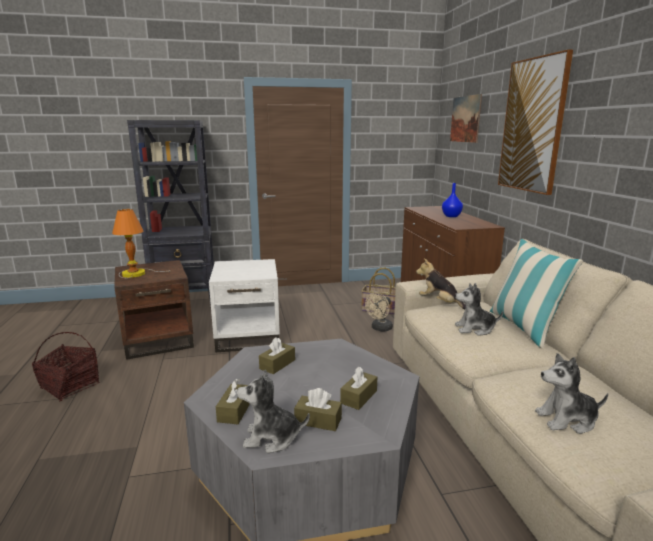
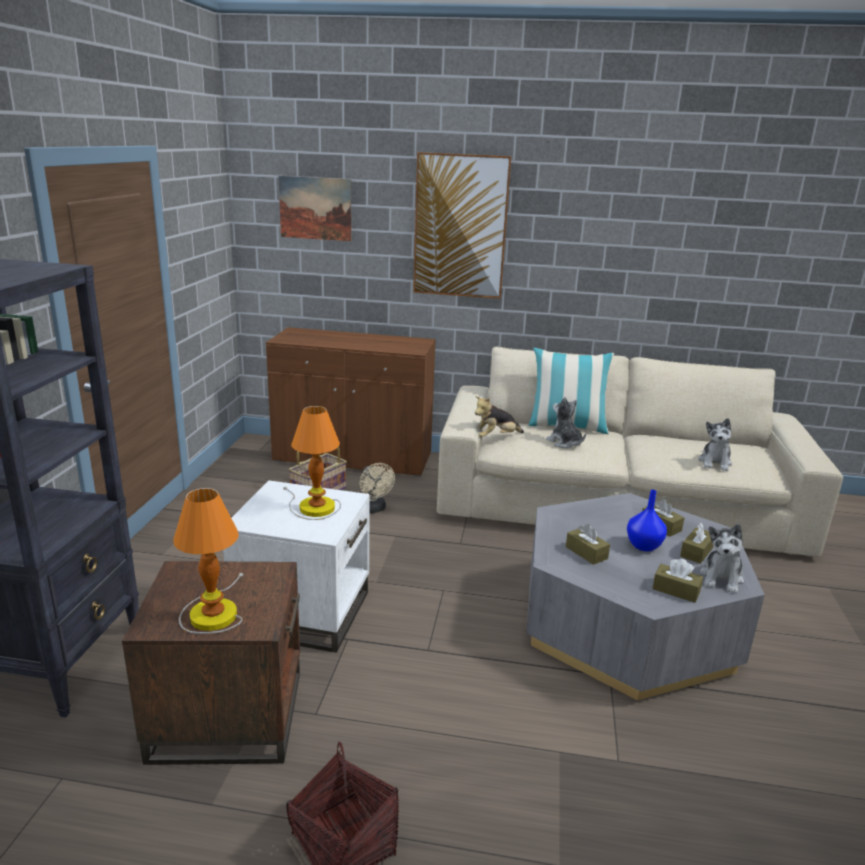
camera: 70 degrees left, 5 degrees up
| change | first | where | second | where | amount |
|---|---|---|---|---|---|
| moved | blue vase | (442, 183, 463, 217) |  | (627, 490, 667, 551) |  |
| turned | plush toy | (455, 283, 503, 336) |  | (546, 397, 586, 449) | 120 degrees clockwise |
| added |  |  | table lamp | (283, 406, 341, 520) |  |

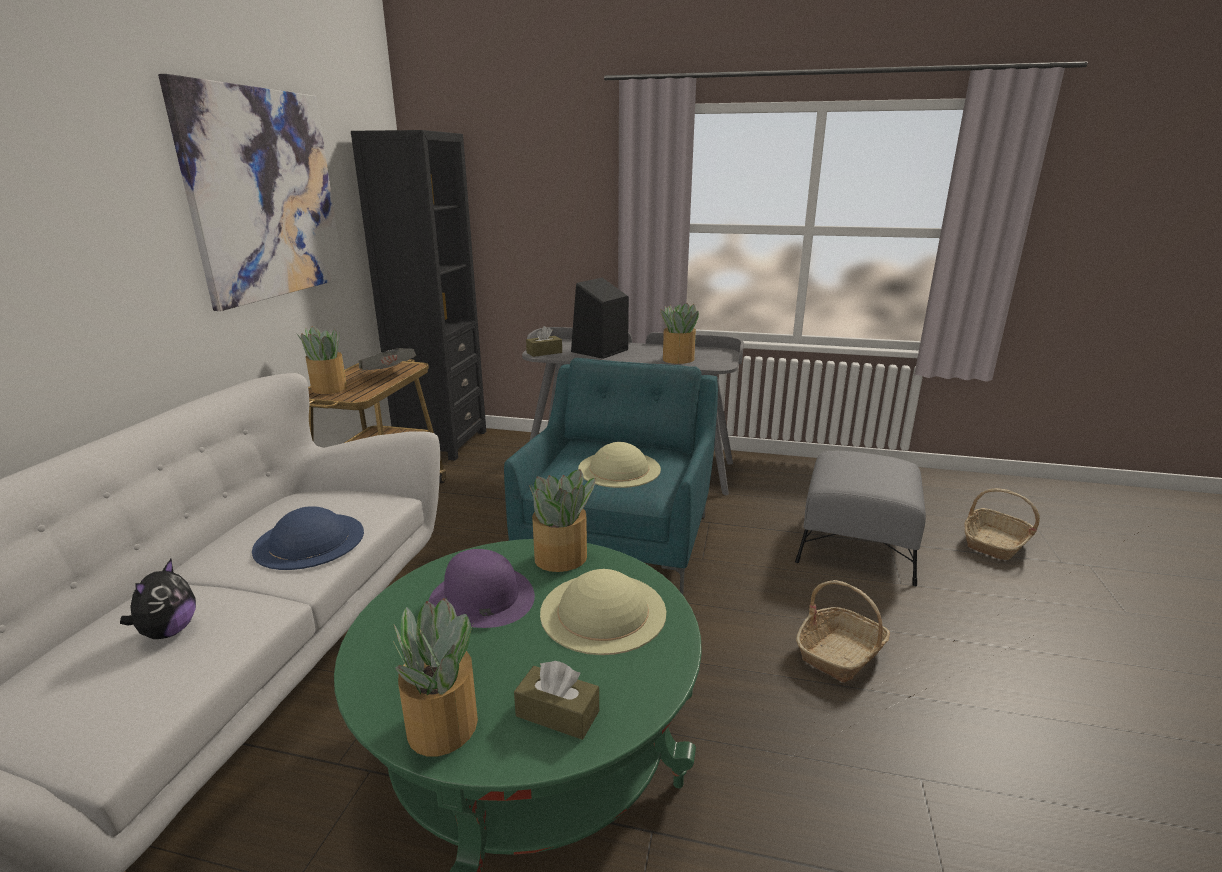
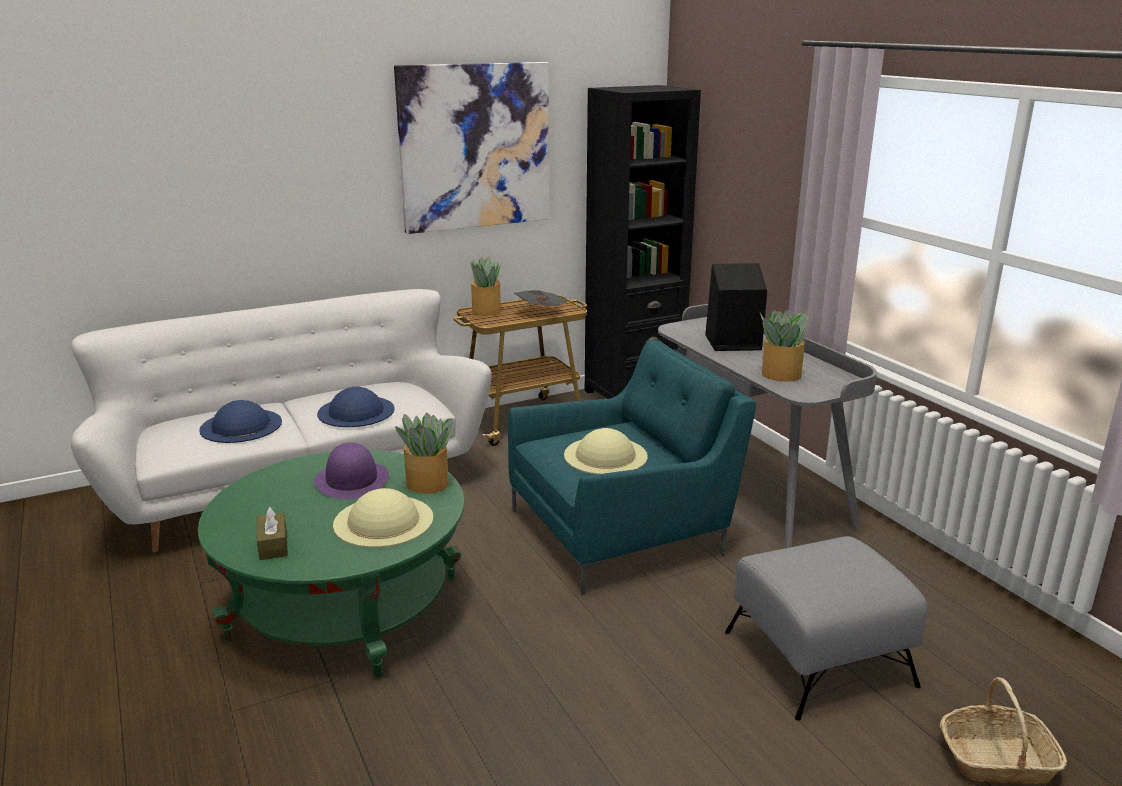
camera: 50 degrees right, 0 degrees up
| change | first | where | second | where | amount |
|---|---|---|---|---|---|
| removed | brown tissue box | (526, 326, 562, 357) |  |  |  |
| replaced | plush toy | (120, 559, 196, 639) | blue hat | (199, 400, 282, 443) |  |
| removed | basket | (796, 580, 890, 683) |  |  |  |
| removed | potted plant | (393, 598, 478, 757) |  |  |  |

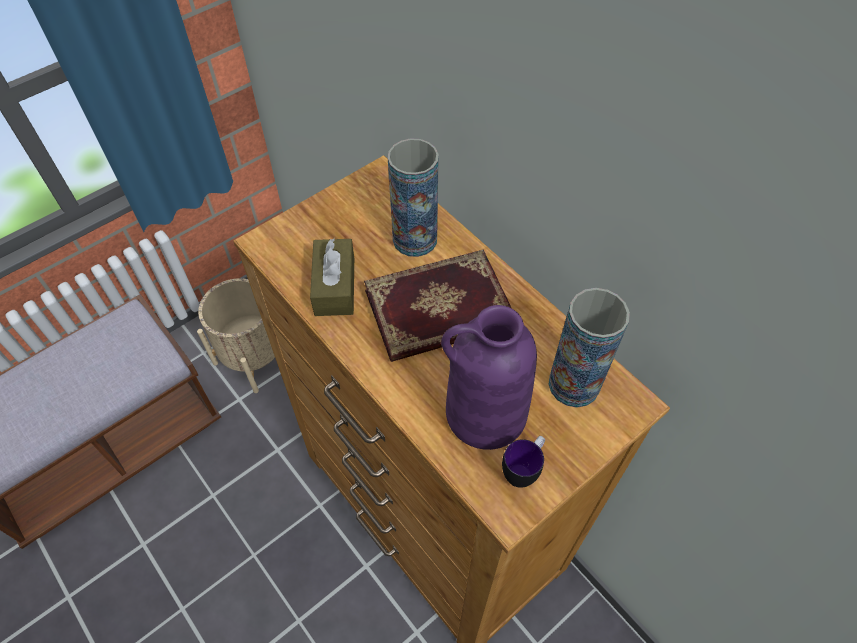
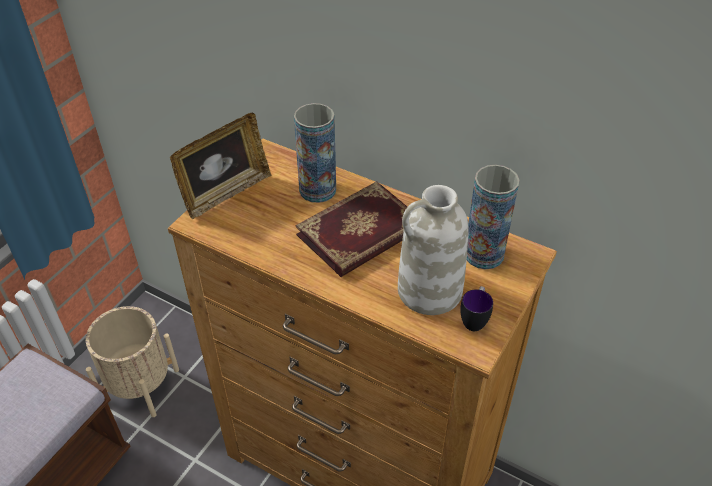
camera: 20 degrees left, 10 degrees down
| change | first | where | second | where | amount |
|---|---|---|---|---|---|
| removed | brown tissue box | (310, 238, 354, 316) |  |  |  |
| recoloured | purple vase | (441, 305, 537, 450) | white vase | (398, 185, 469, 315) |  |
| added |  |  | picture frame | (170, 113, 271, 219) |  |

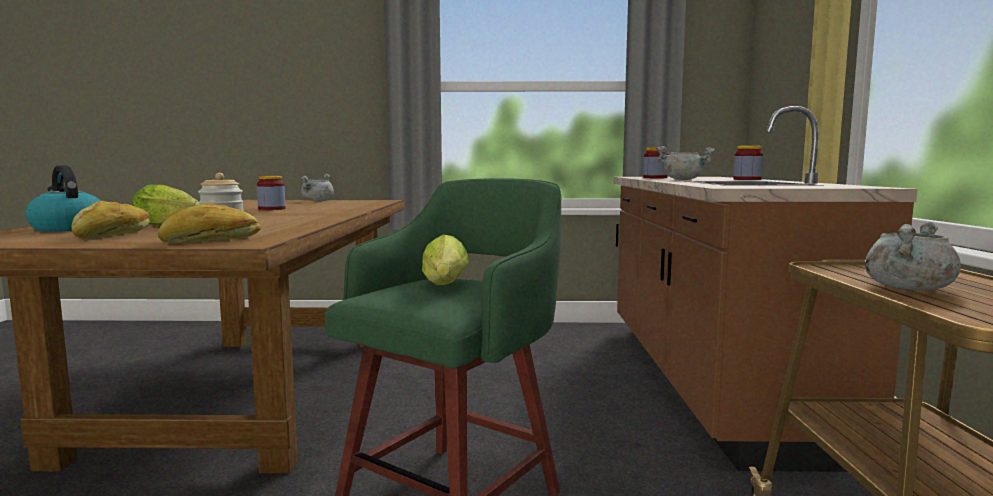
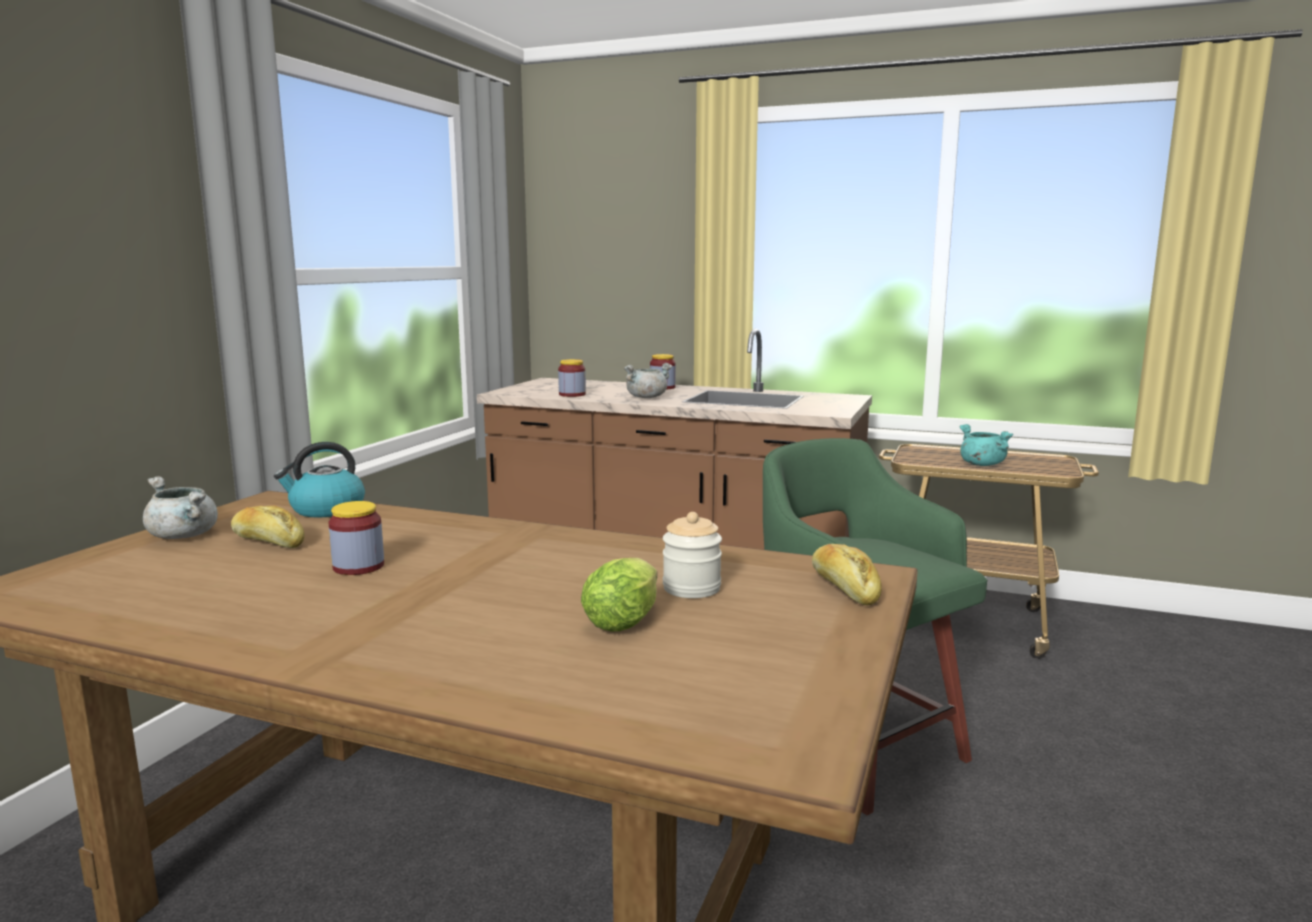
camera: 70 degrees left, 5 degrees up
| change | first | where | second | where | amount |
|---|---|---|---|---|---|
| moved | kettle | (25, 165, 101, 231) |  | (274, 442, 365, 518) |  |
| moved | bread | (72, 201, 150, 239) |  | (231, 505, 305, 548) |  |
| recoloured | grey cooking pot | (865, 222, 961, 290) | turquoise cooking pot | (959, 424, 1013, 466) |  |
| removed | lettuce | (422, 234, 469, 285) |  |  |  |

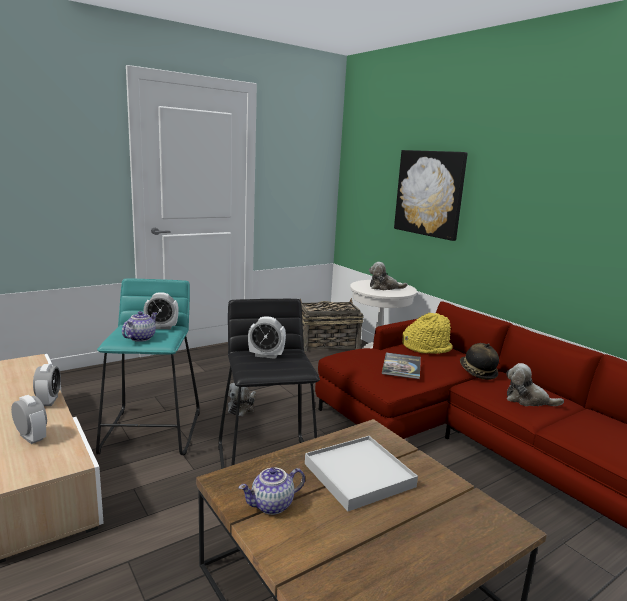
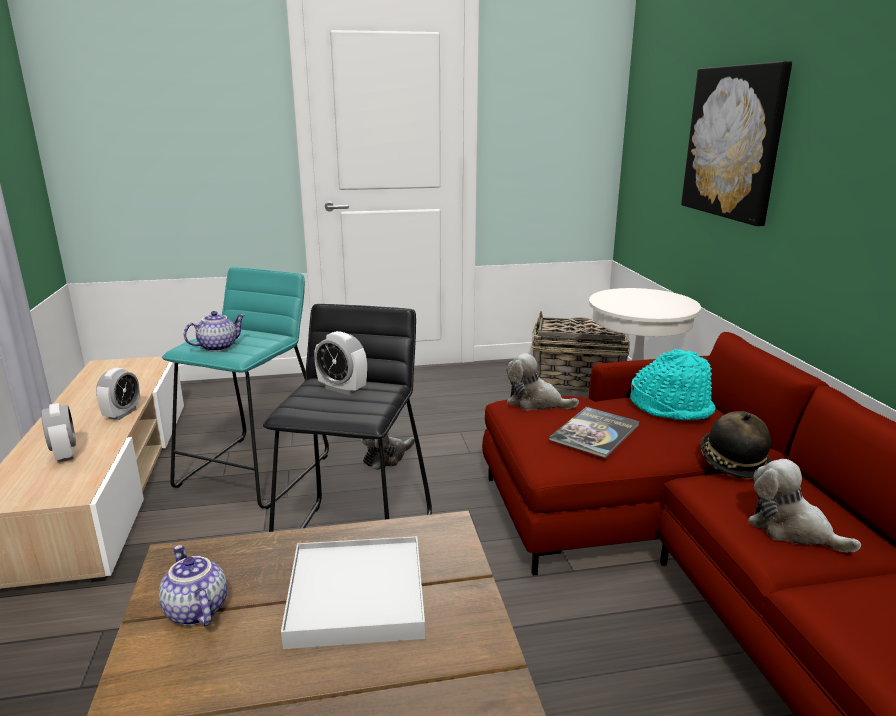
camera: 25 degrees right, 5 degrees up
| change | first | where | second | where | amount |
|---|---|---|---|---|---|
| moved | plush toy | (369, 262, 407, 290) |  | (506, 353, 579, 410) |  |
| removed | alarm clock | (144, 292, 179, 329) |  |  |  |
| recoloured | yellow hat | (402, 313, 453, 354) | turquoise hat | (630, 349, 716, 420) |  |
| turned | teapot | (239, 467, 305, 515) |  | (159, 545, 227, 626) | 60 degrees clockwise |

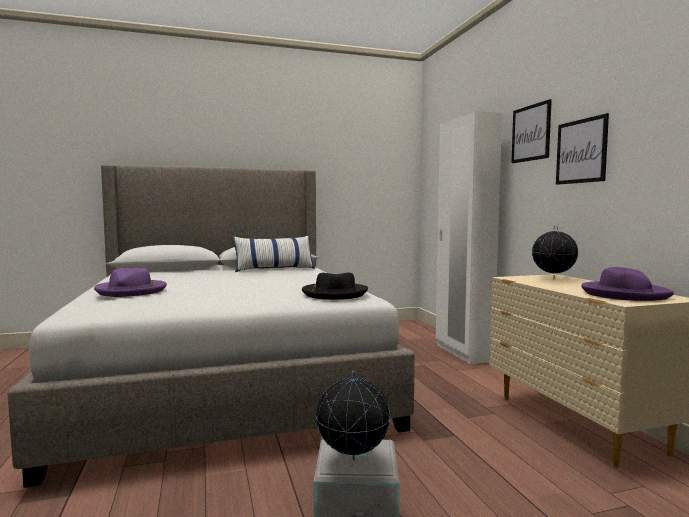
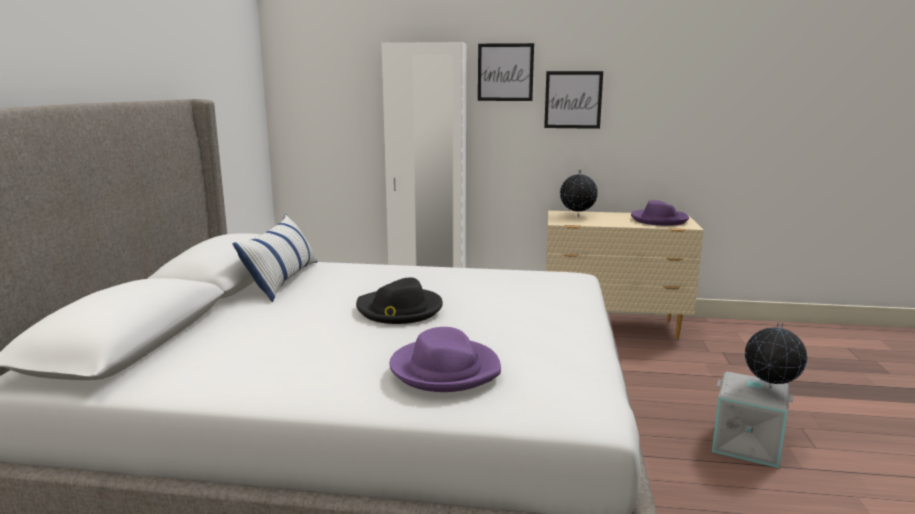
camera: 65 degrees left, 10 degrees up
| change | first | where | second | where | amount |
|---|---|---|---|---|---|
| moved | black hat | (302, 273, 368, 300) |  | (356, 278, 443, 324) |  |

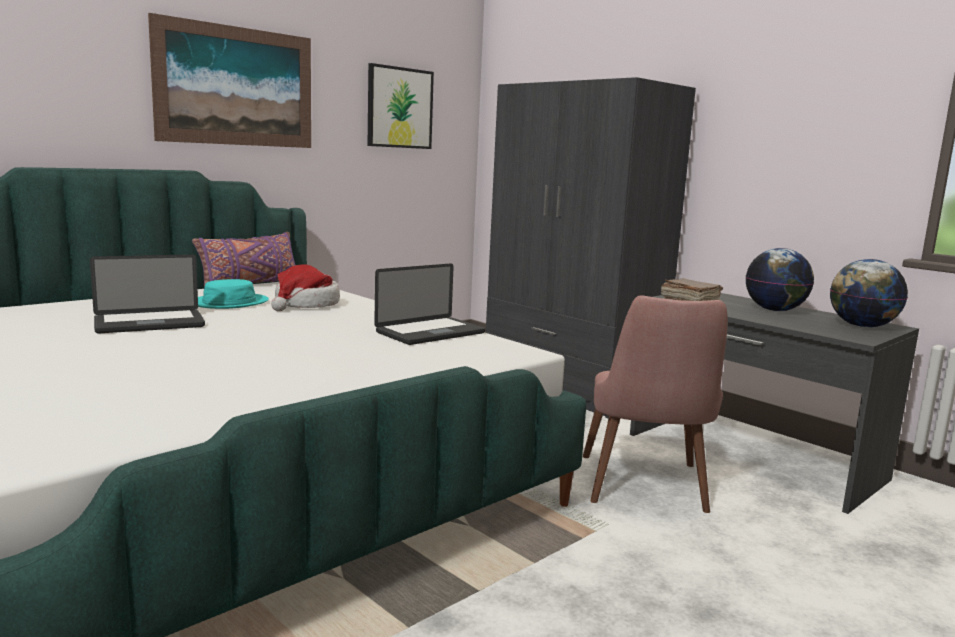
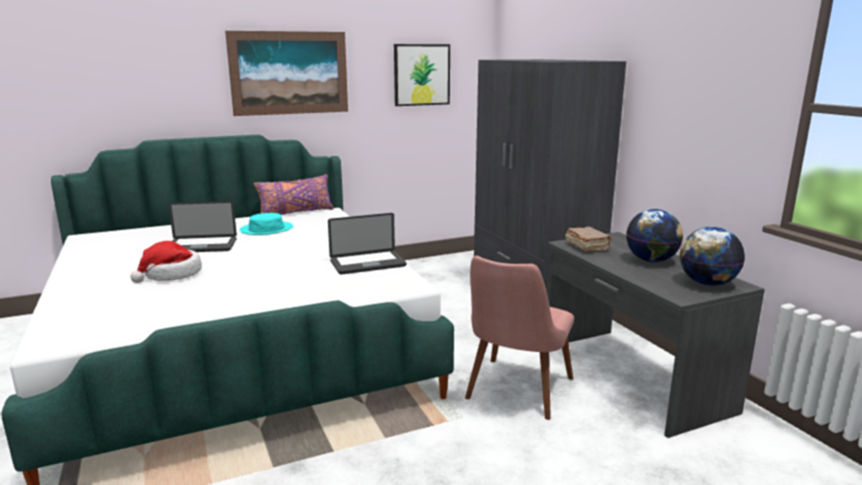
camera: 20 degrees right, 5 degrees up
| change | first | where | second | where | amount |
|---|---|---|---|---|---|
| moved | hat | (271, 265, 340, 311) |  | (131, 241, 202, 283) |  |

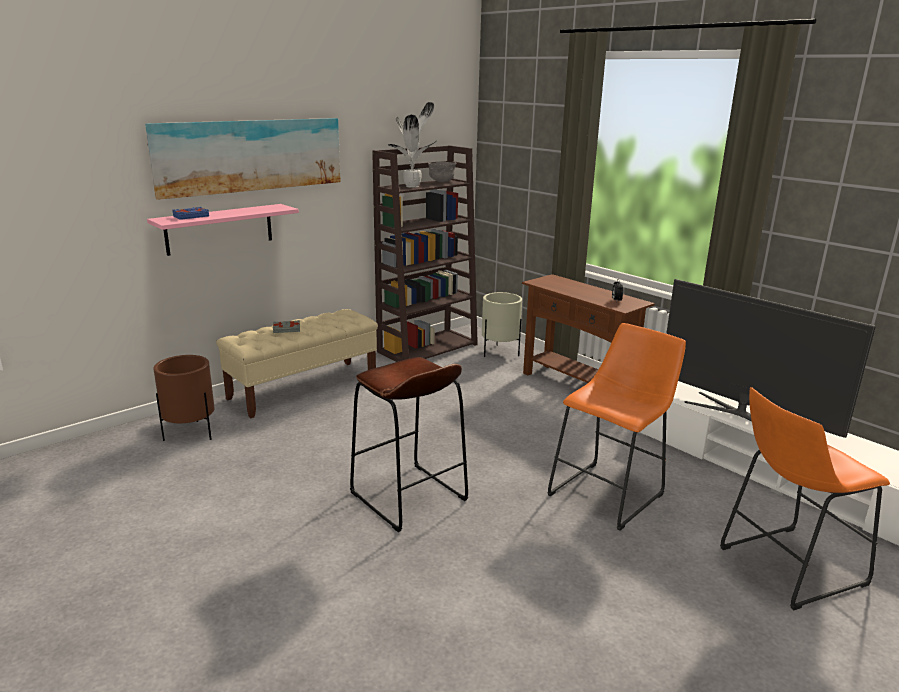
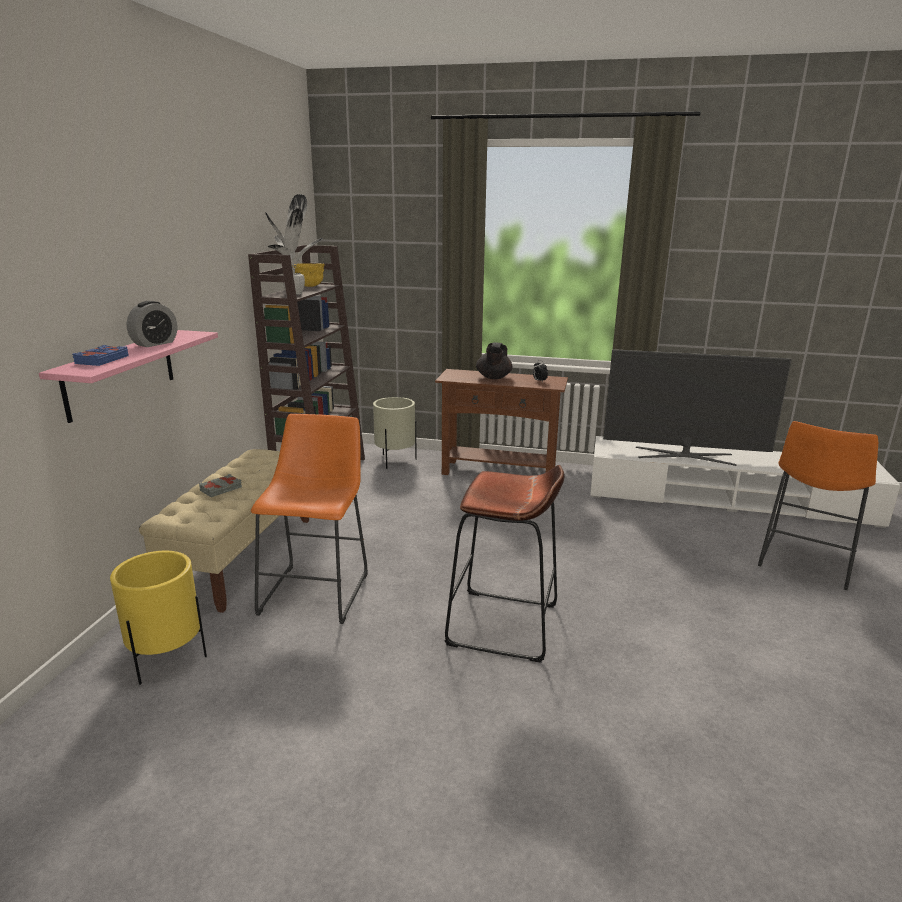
camera: 35 degrees left, 0 degrees up
| change | first | where | second | where | amount |
|---|---|---|---|---|---|
| removed | picture | (145, 118, 341, 200) |  |  |  |
| recoloured | grey bowl | (428, 161, 456, 182) | yellow bowl | (292, 263, 325, 287) |  |
| moved | orange stool | (548, 323, 686, 531) |  | (251, 414, 368, 624) |  |
| recoloured | brown planter | (153, 355, 215, 441) | yellow planter | (110, 551, 207, 685) |  |
| added |  |  | alarm clock | (127, 301, 178, 347) |  |
| added |  |  | black teapot | (476, 342, 512, 379) |  |

